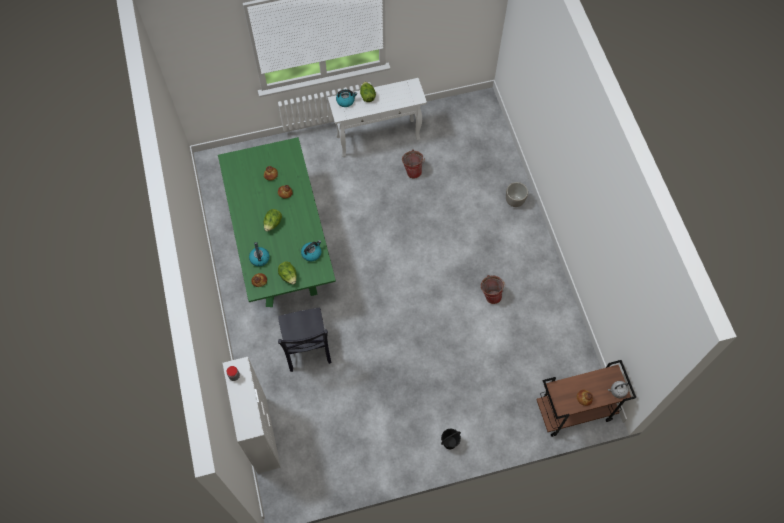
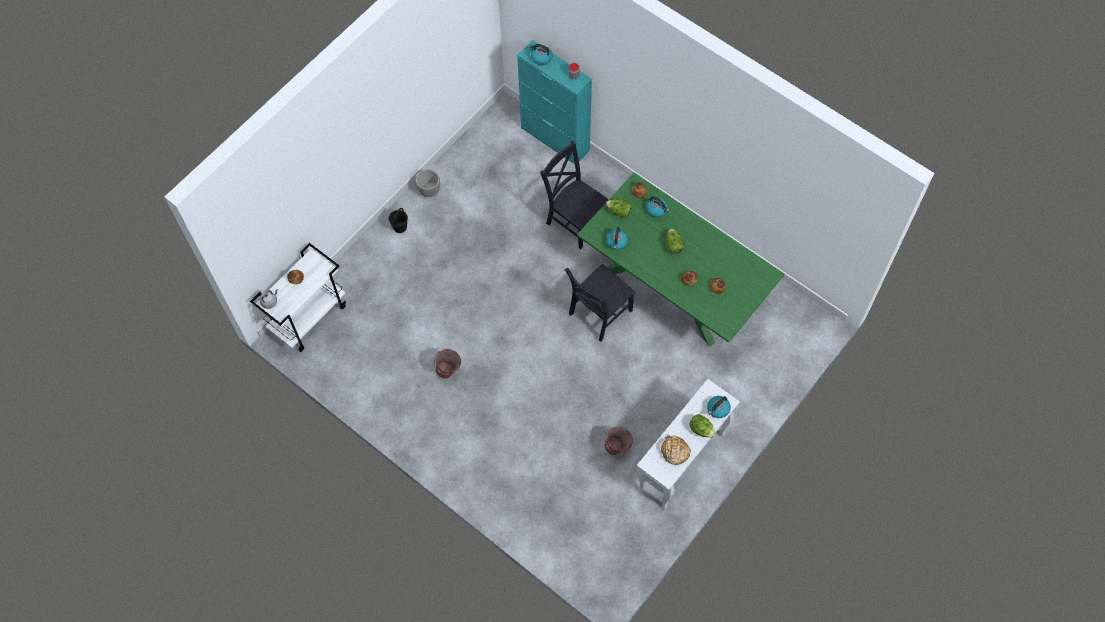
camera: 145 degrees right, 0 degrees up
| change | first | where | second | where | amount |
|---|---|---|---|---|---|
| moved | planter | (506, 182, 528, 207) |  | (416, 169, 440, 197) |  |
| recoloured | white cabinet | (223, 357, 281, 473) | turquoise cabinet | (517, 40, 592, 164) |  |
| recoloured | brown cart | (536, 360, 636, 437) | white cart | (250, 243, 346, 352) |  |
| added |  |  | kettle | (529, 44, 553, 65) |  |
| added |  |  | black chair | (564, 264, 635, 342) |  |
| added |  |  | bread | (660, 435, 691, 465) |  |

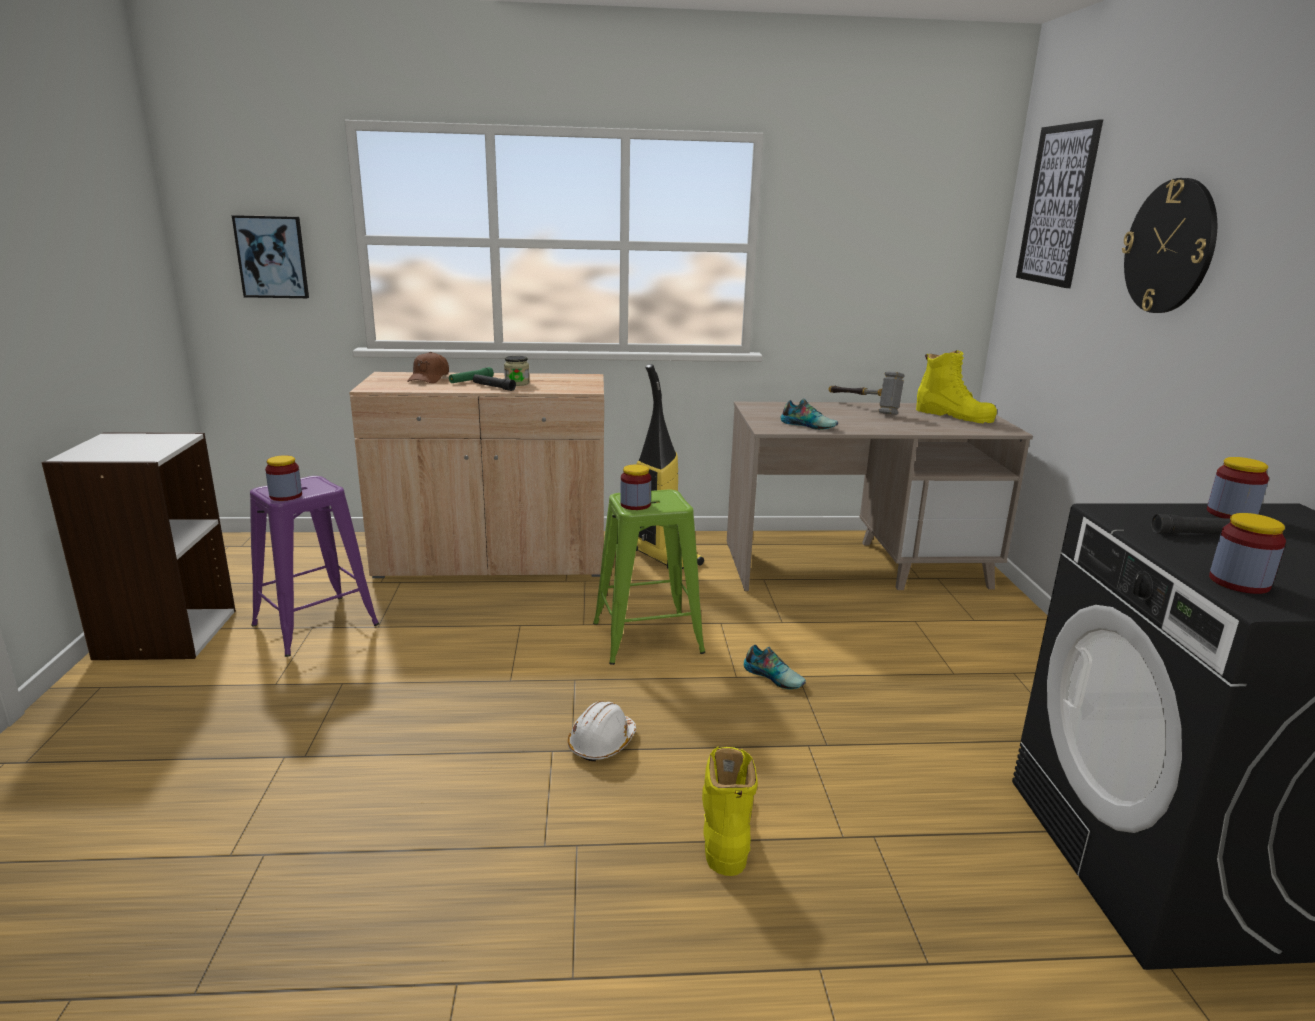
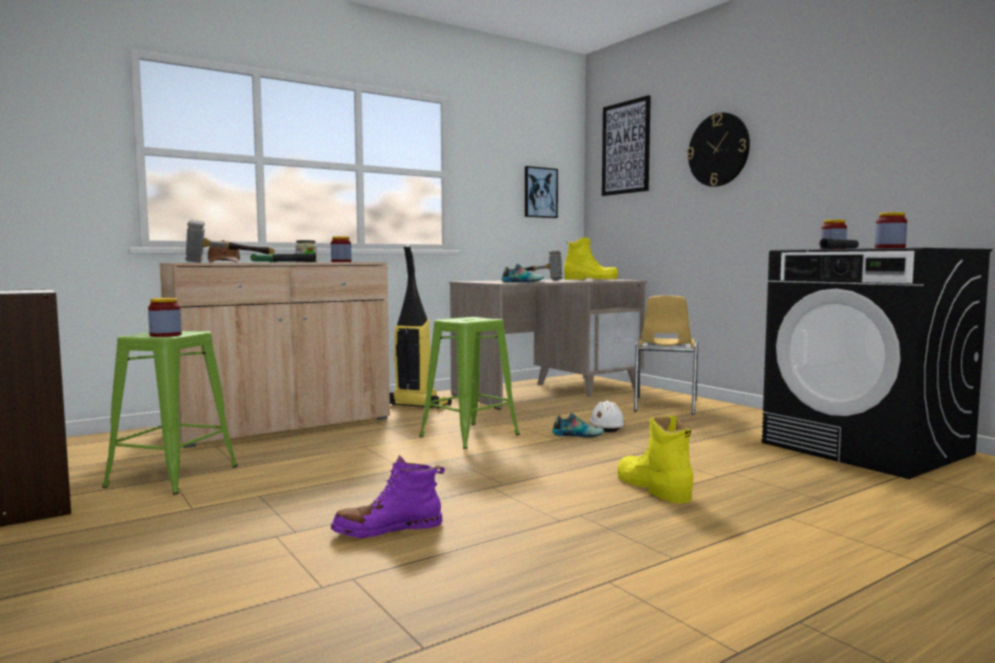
camera: 30 degrees left, 15 degrees down
| change | first | where | second | where | amount |
|---|---|---|---|---|---|
| moved | picture | (232, 215, 309, 298) |  | (525, 166, 558, 218) |  |
| moved | jar | (620, 464, 651, 510) |  | (331, 236, 352, 262) |  |
| recoloured | purple stool | (250, 476, 379, 657) | green stool | (102, 331, 238, 495) |  |
| moved | white hard hat | (568, 701, 636, 762) |  | (589, 401, 626, 432) |  |
| added |  |  | hammer | (186, 220, 275, 263) |  |
| added |  |  | yellow chair | (634, 295, 699, 415) |  |
| added |  |  | purple boot | (331, 456, 445, 538) |  |

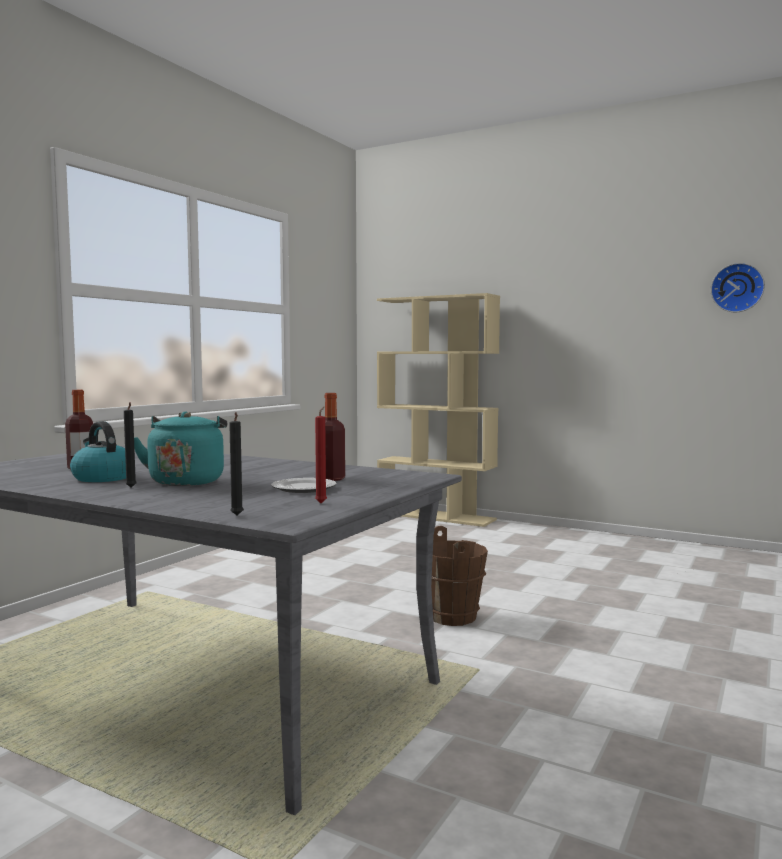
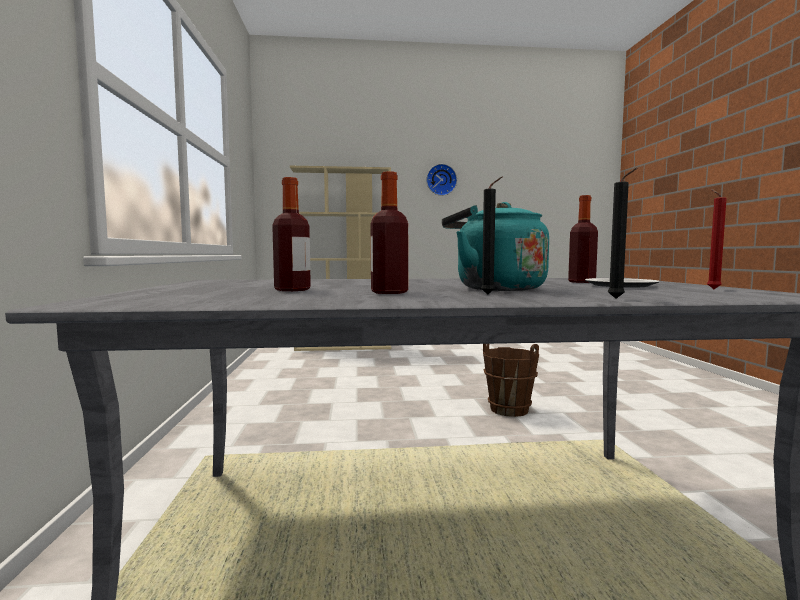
camera: 35 degrees left, 0 degrees up
| change | first | where | second | where | amount |
|---|---|---|---|---|---|
| moved | wall clock | (711, 263, 765, 312) |  | (426, 164, 457, 196) |  |
| moved | black candle | (229, 412, 244, 516) |  | (608, 168, 637, 299) |  |
| replaced | kettle | (70, 421, 126, 482) | bottle | (370, 171, 408, 294) |  |

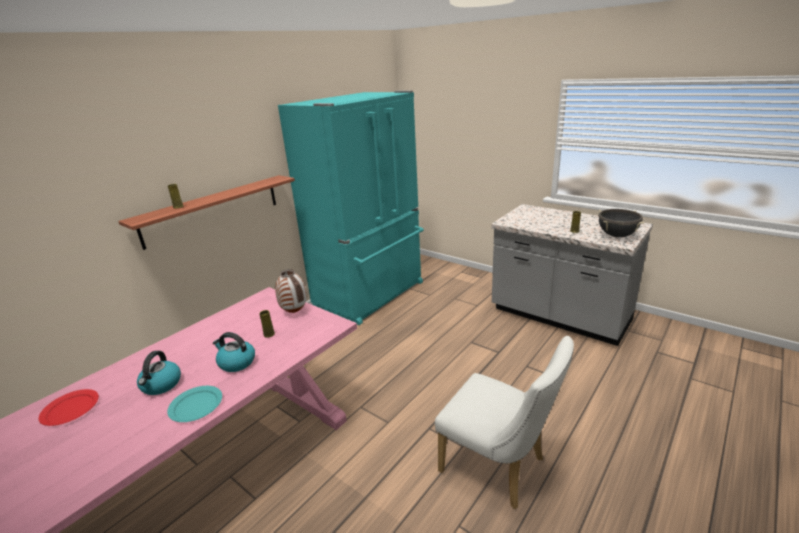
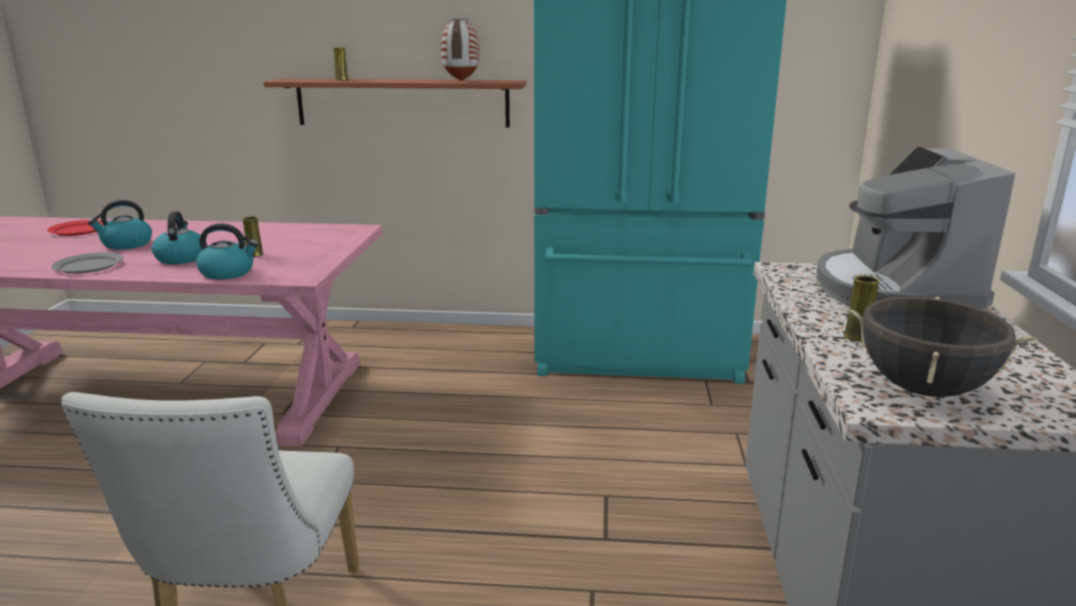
camera: 55 degrees right, 5 degrees down
| change | first | where | second | where | amount |
|---|---|---|---|---|---|
| moved | vase | (275, 269, 307, 313) |  | (441, 18, 480, 81) |  |
| recoloured | turquoise plate | (167, 386, 222, 422) | grey plate | (52, 252, 123, 274) |  |
| added |  |  | coffee machine | (817, 146, 1015, 310) |  |
| added |  |  | kettle | (196, 223, 258, 279) |  |

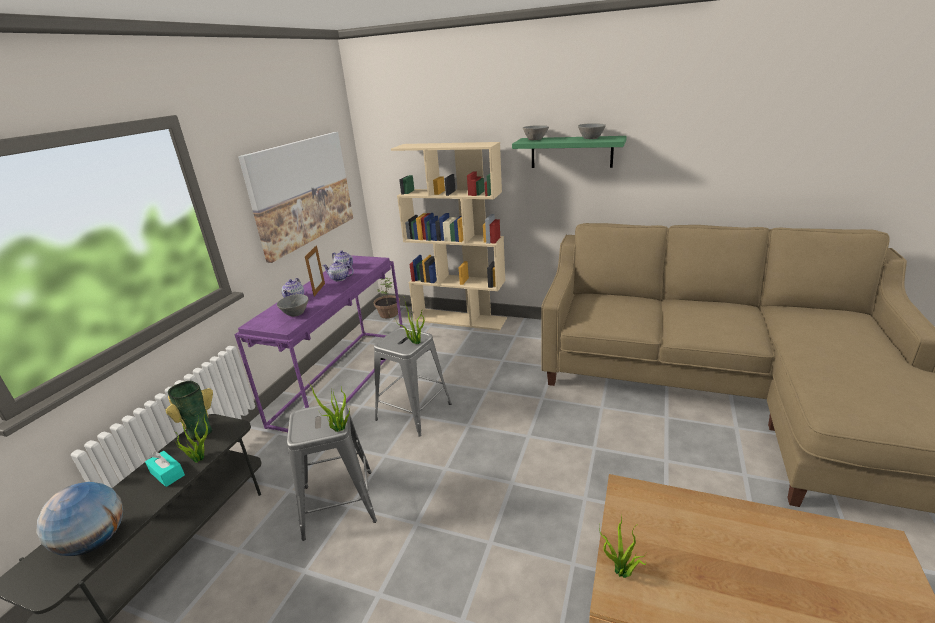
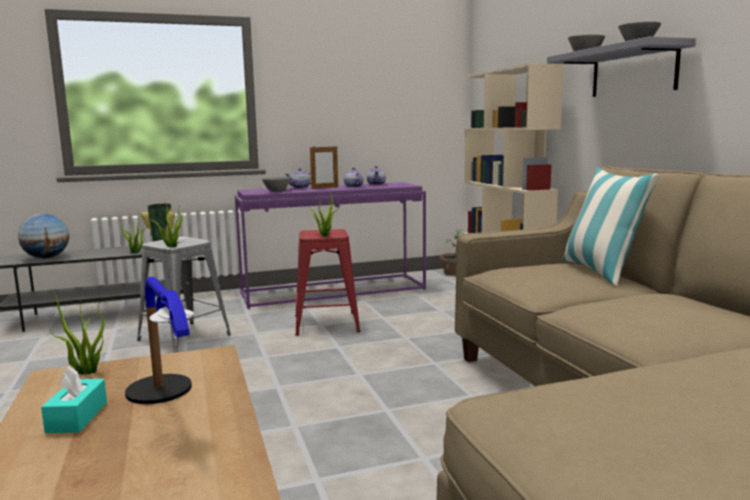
camera: 50 degrees right, 15 degrees down
| change | first | where | second | where | amount |
|---|---|---|---|---|---|
| removed | picture | (238, 132, 353, 263) |  |  |  |
| recoloured | green shelf | (512, 136, 627, 168) | grey shelf | (547, 36, 696, 97) |  |
| recoloured | grey stool | (374, 327, 452, 437) | red stool | (295, 229, 360, 336) |  |
| moved | turquoise tissue box | (145, 451, 185, 487) |  | (41, 367, 107, 433) |  |
| added |  |  | pillow | (563, 168, 659, 286) |  |
| added |  |  | table lamp | (125, 277, 194, 404) |  |

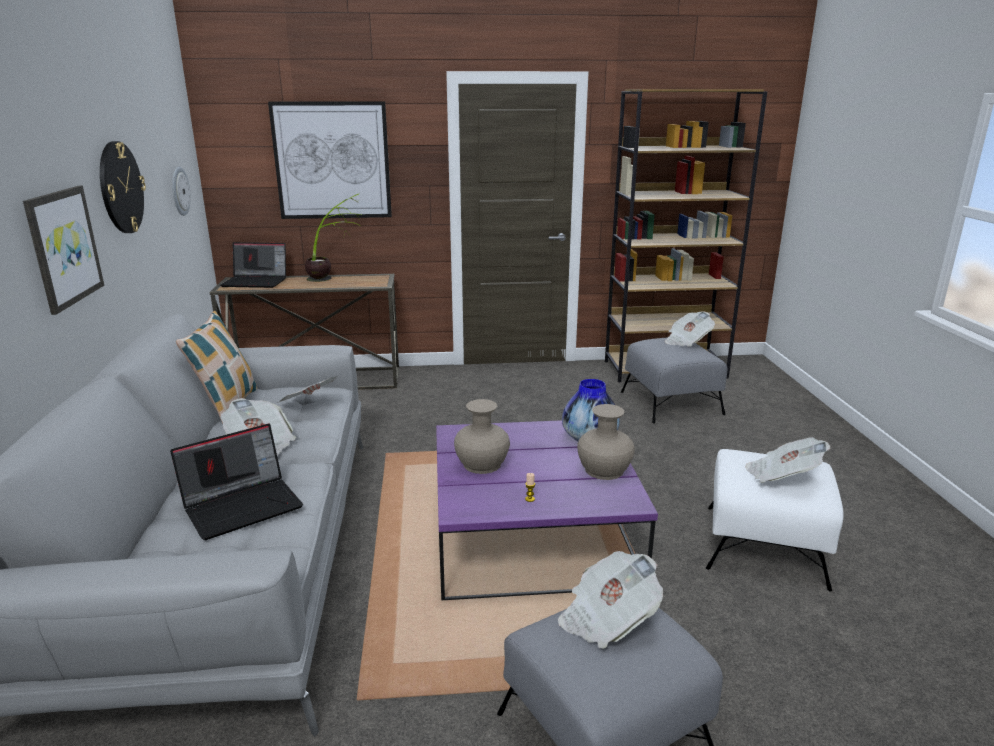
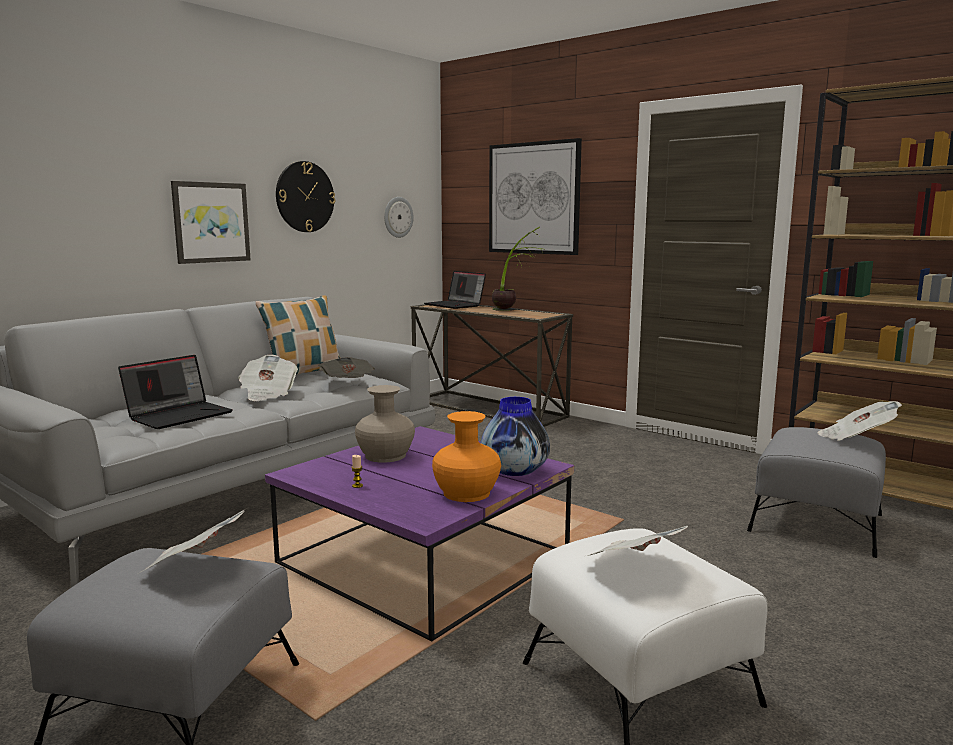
camera: 45 degrees right, 10 degrees down
| change | first | where | second | where | amount |
|---|---|---|---|---|---|
| recoloured | beige vase | (577, 404, 635, 480) | orange vase | (432, 411, 501, 502) |  |
| turned | laptop | (170, 424, 303, 540) |  | (118, 355, 233, 429) | 60 degrees counterclockwise |

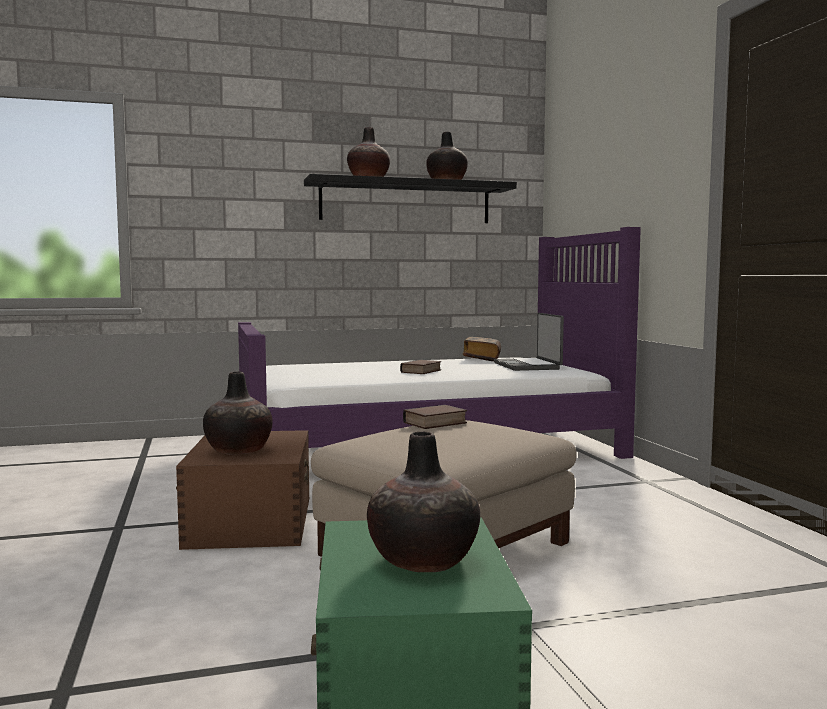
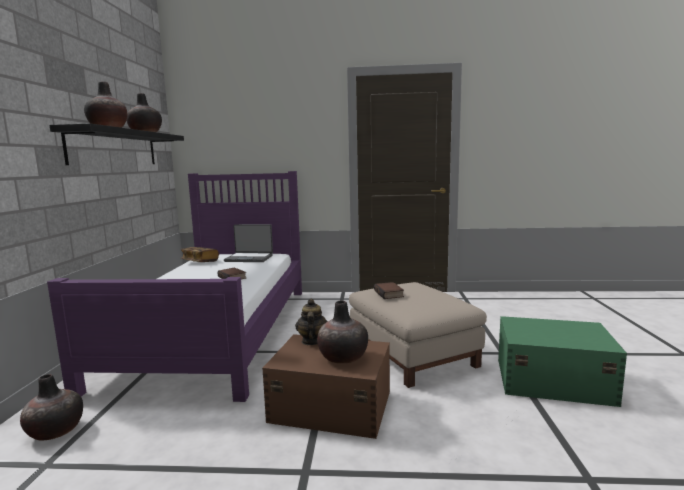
camera: 70 degrees left, 5 degrees up
| change | first | where | second | where | amount |
|---|---|---|---|---|---|
| moved | vase | (367, 431, 480, 572) |  | (20, 374, 83, 441) |  |
| added |  |  | teapot | (295, 299, 328, 345) |  |

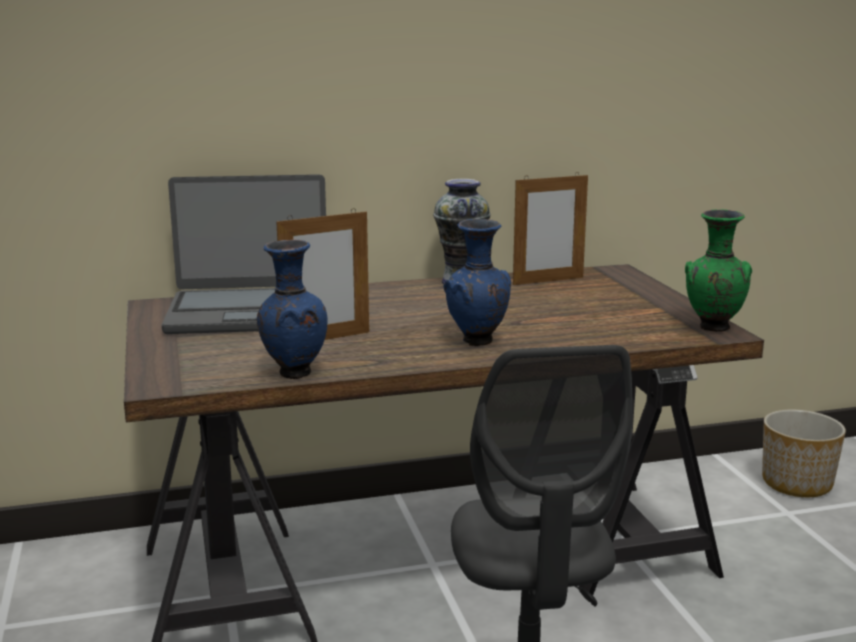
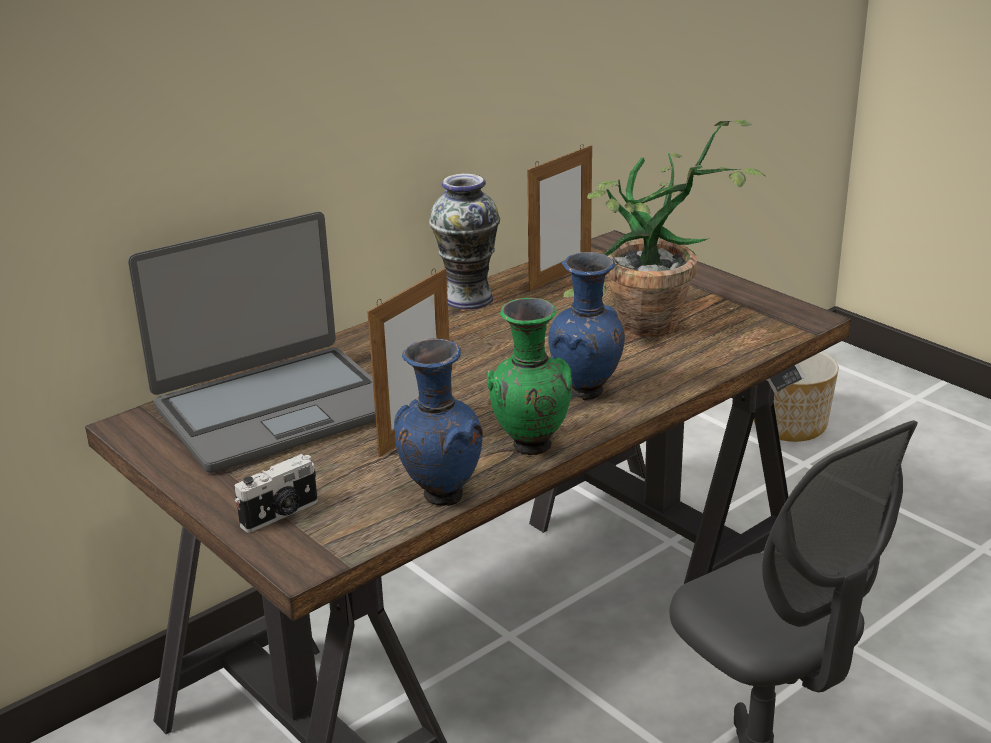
camera: 25 degrees left, 10 degrees up
| change | first | where | second | where | amount |
|---|---|---|---|---|---|
| moved | green vase | (685, 209, 752, 332) |  | (486, 298, 572, 455) |  |
| added |  |  | potted plant | (563, 120, 766, 337) |  |
| added |  |  | photo camera | (235, 454, 318, 532) |  |

